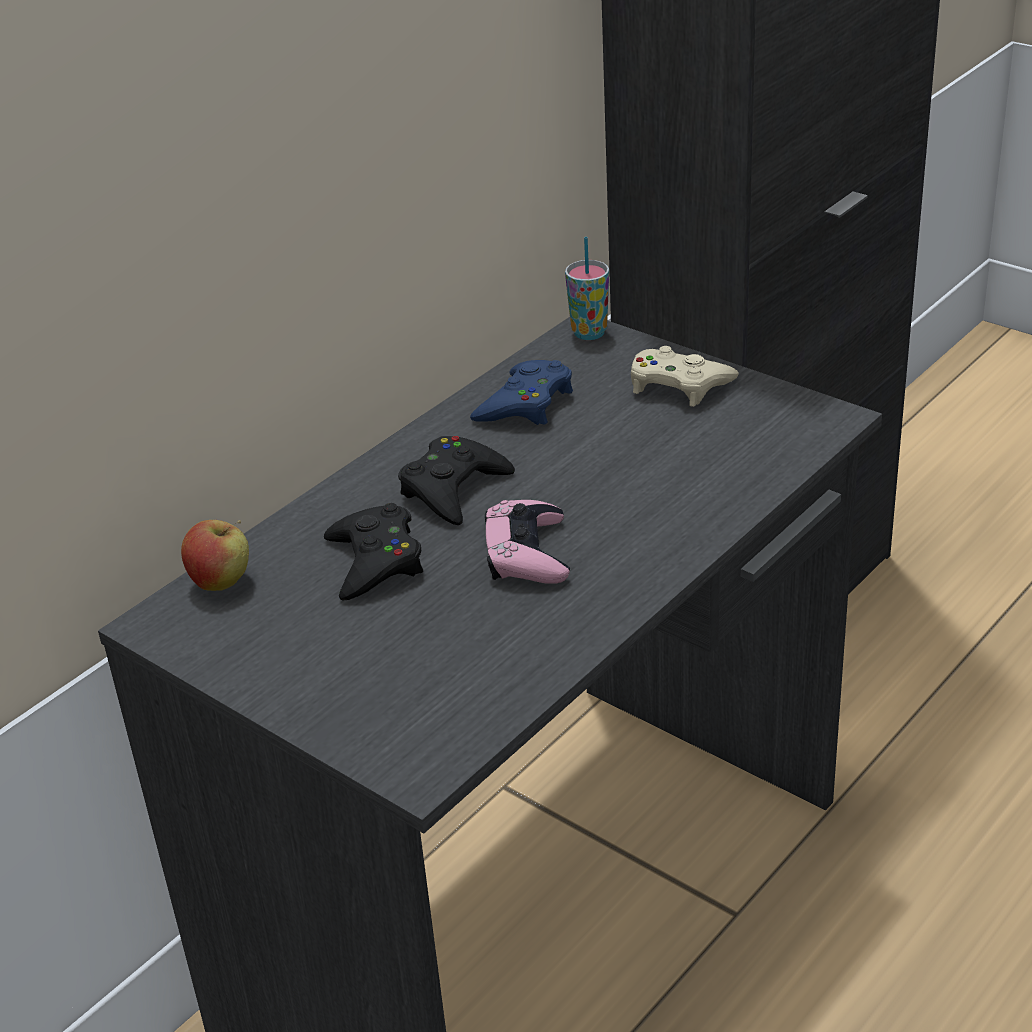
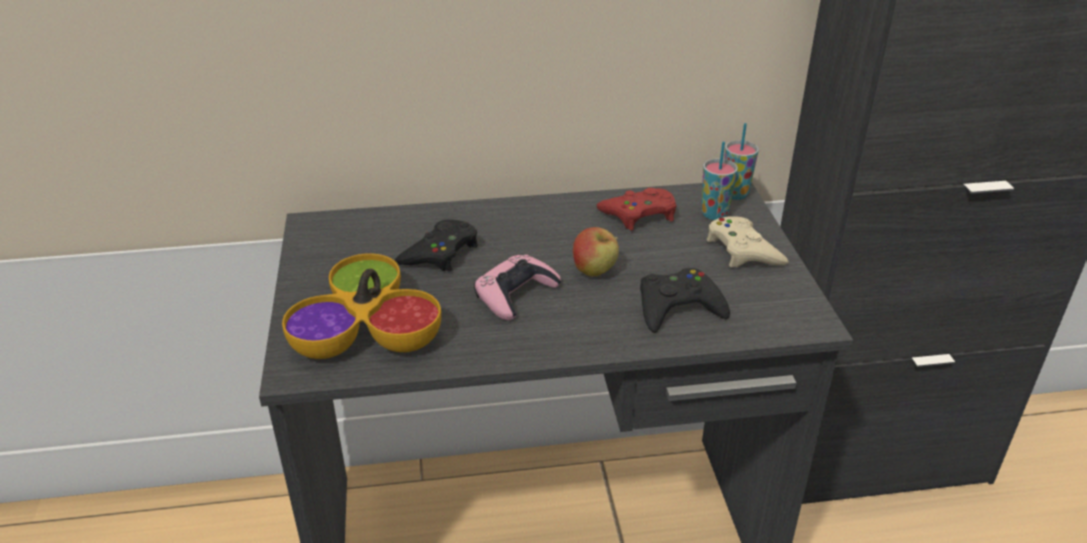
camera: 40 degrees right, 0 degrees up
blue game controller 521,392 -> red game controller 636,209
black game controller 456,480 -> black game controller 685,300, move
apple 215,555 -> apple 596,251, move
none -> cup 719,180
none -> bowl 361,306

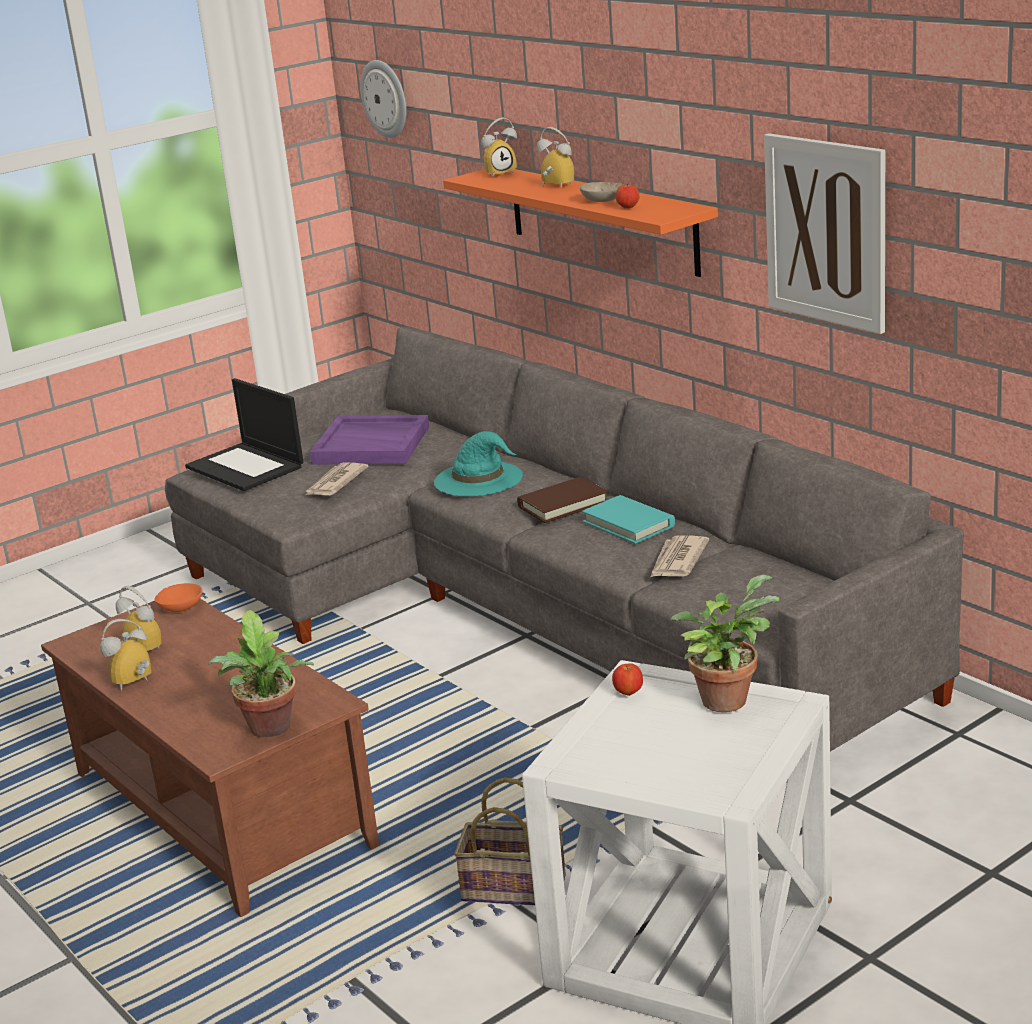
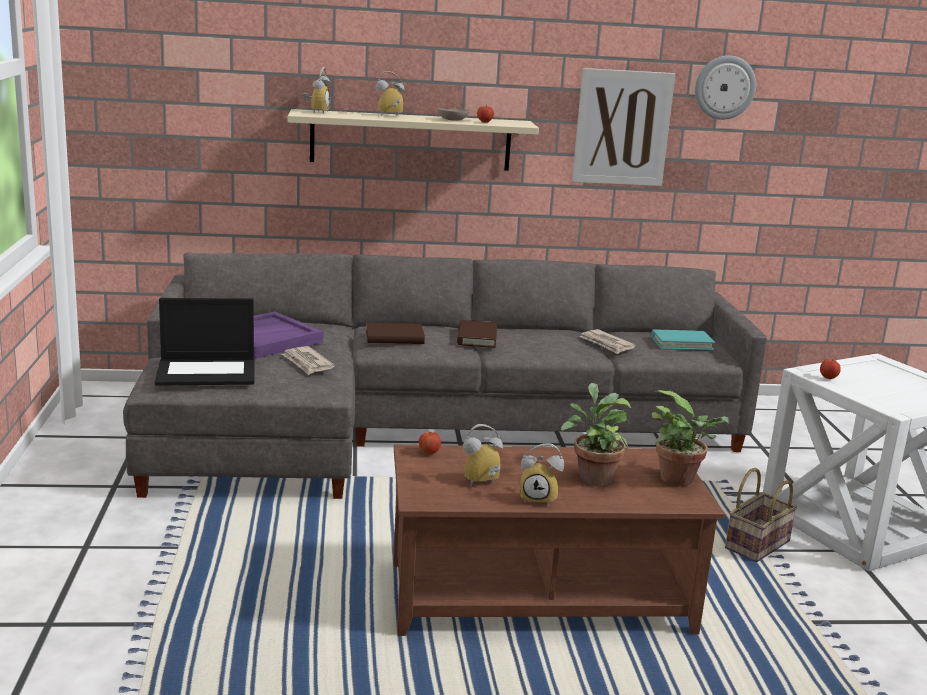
camera: 60 degrees left, 5 degrees down
wall clock 383,99 -> wall clock 725,87, move
orange shelf 580,223 -> beige shelf 413,140
turquoise hat 478,463 -> brown book 395,333
turquoise book 628,519 -> turquoise book 683,339, move
potted plant 724,643 -> potted plant 596,434, move
orange bowl 178,597 -> apple 430,442
alarm clock 126,655 -> alarm clock 542,474, 75 degrees counterclockwise

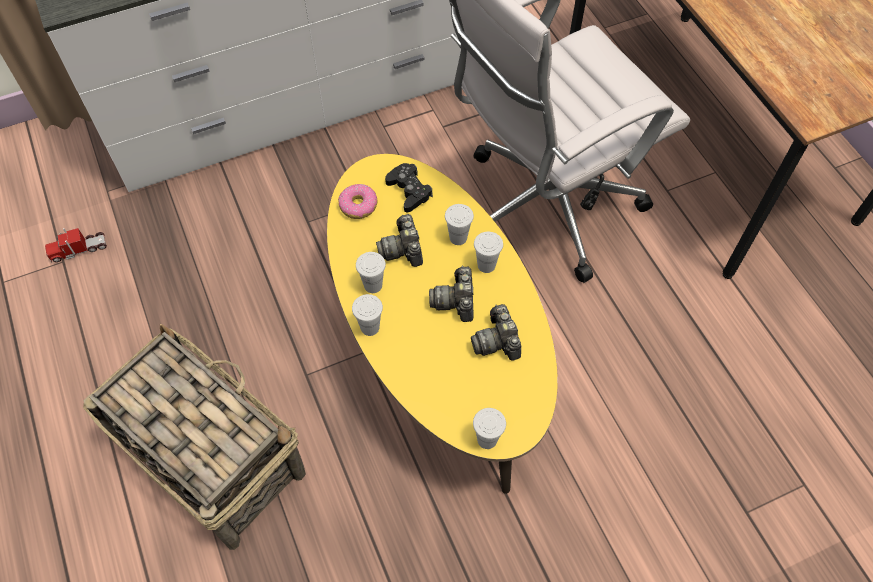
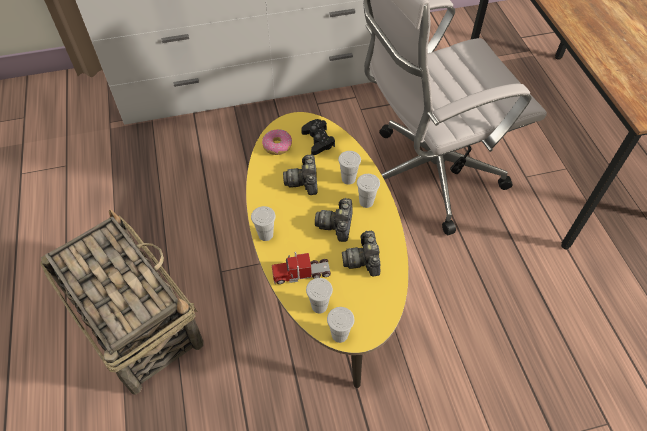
camera: 10 degrees right, 5 degrees down
toy truck 76,245 -> toy truck 301,268, move
white cup 371,272 -> white cup 319,295, move

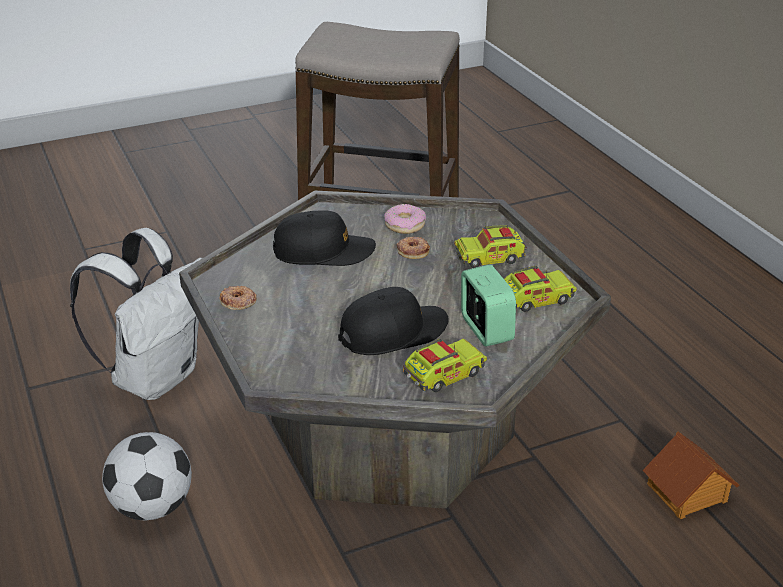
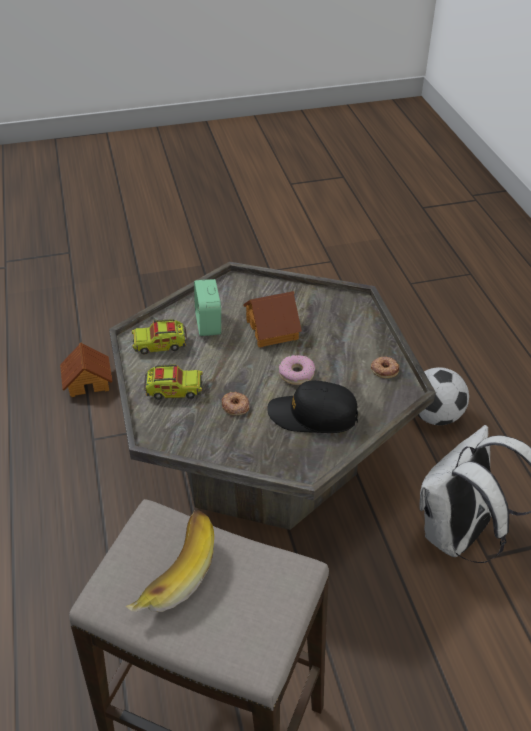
camera: 170 degrees left, 10 degrees up
donut 405,219 -> donut 297,370, move
black cap 393,321 -> toy house 272,319
toy truck 445,365 -> none
none -> banana 170,561

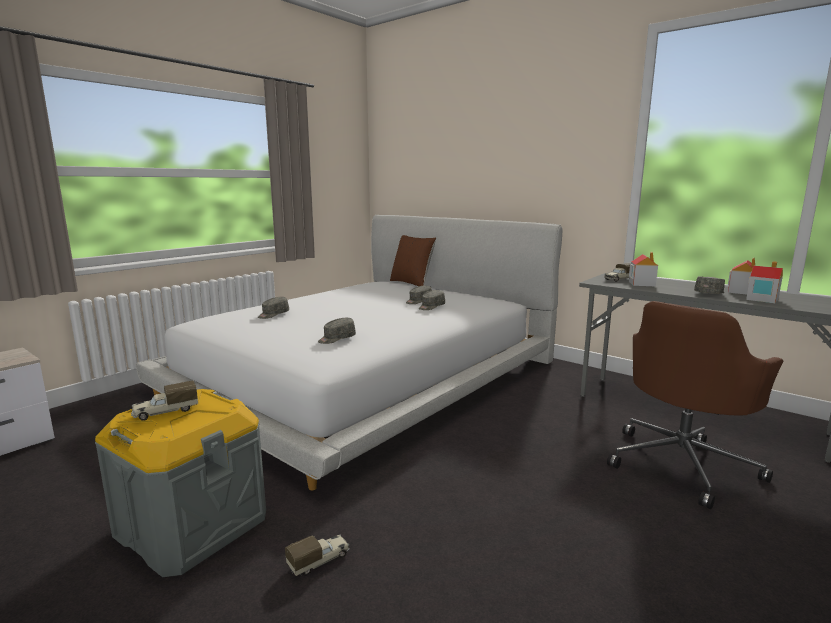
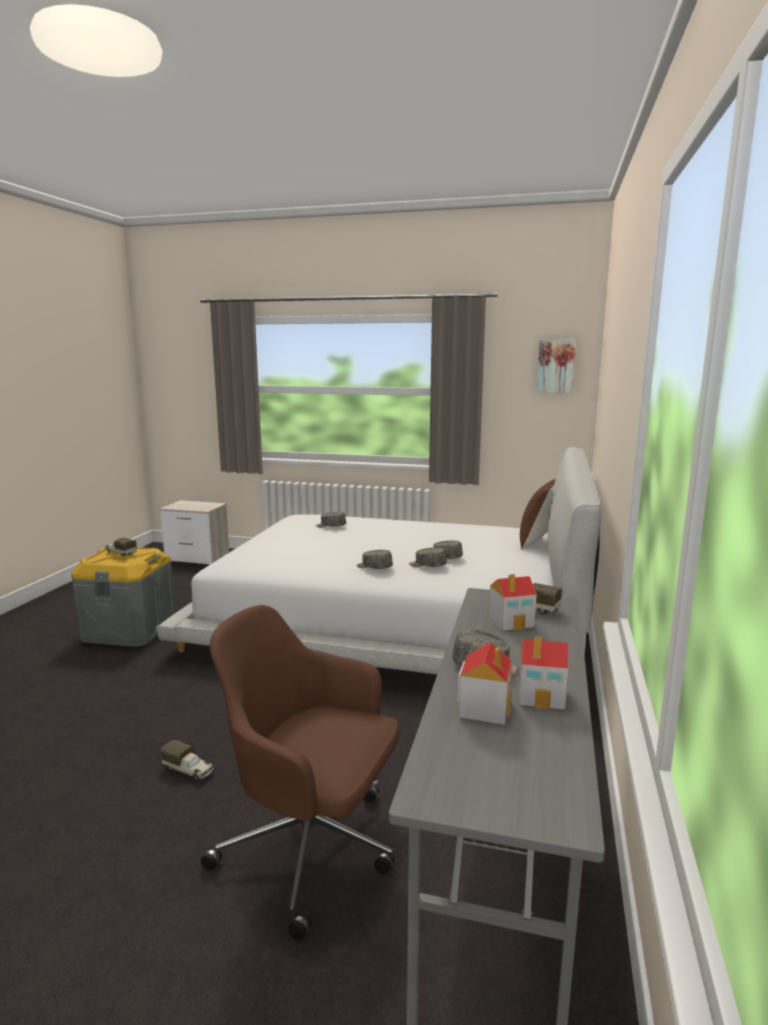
camera: 65 degrees right, 0 degrees up
grey cap 337,331 -> grey cap 375,559, move
toy truck 317,555 -> toy truck 187,760, move
none -> picture 556,366

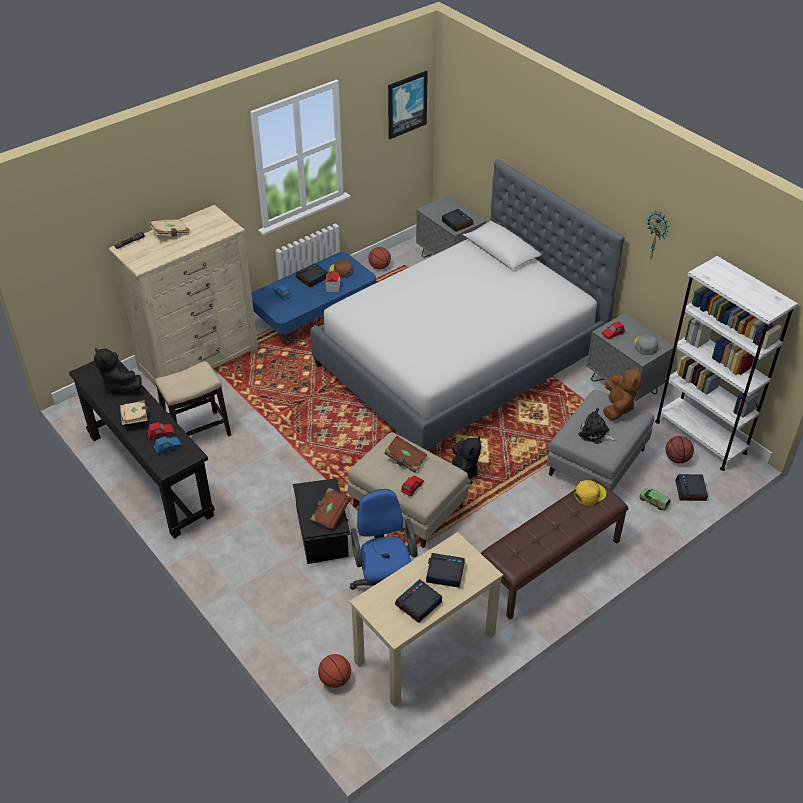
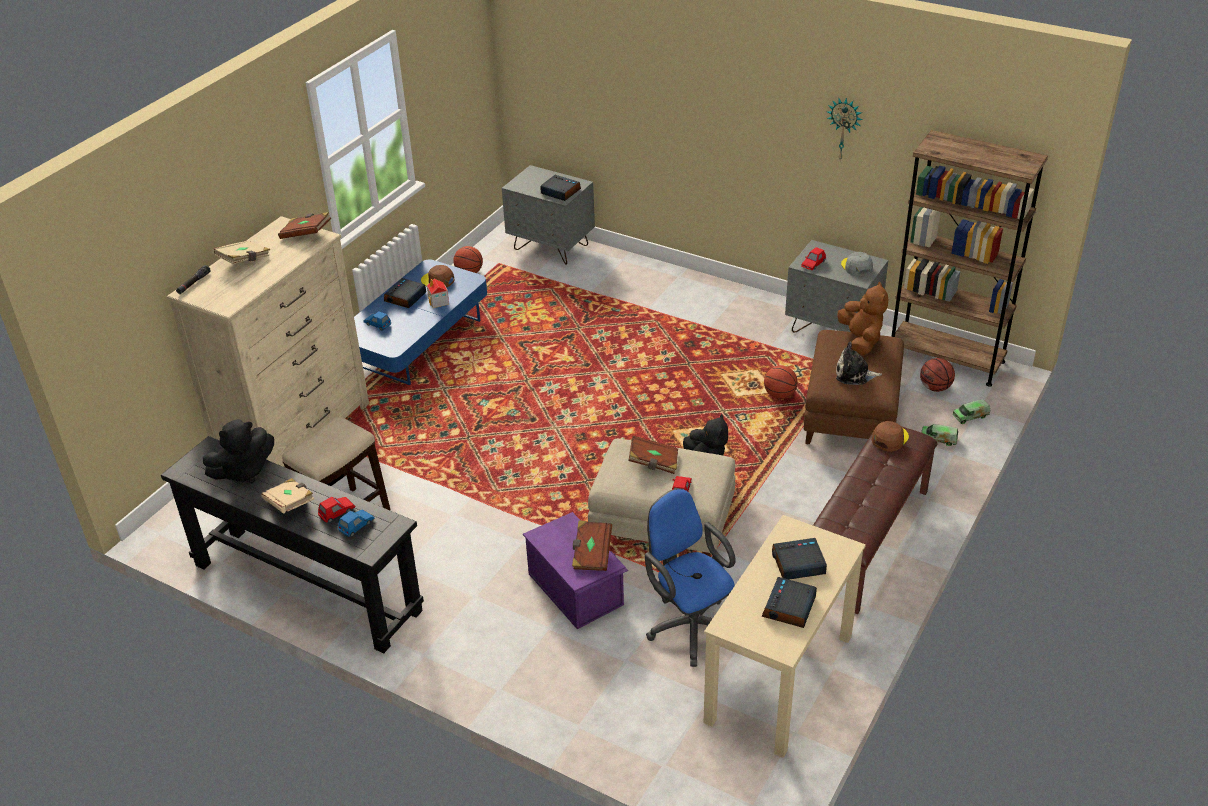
camera: 20 degrees left, 5 degrees down
picture 408,104 -> none
bed 467,305 -> none
white bookcase 726,363 -> brown bookcase 969,258
black plush toy 118,370 -> black plush toy 238,451, 60 degrees counterclockwise
grey ottoman 600,440 -> brown ottoman 854,387
alarm clock 691,487 -> toy truck 971,411
black storage box 322,521 -> purple storage box 575,570
yellow cap 590,492 -> brown cap 890,436
basketball 334,671 -> basketball 781,382, move
none -> brown book 304,225

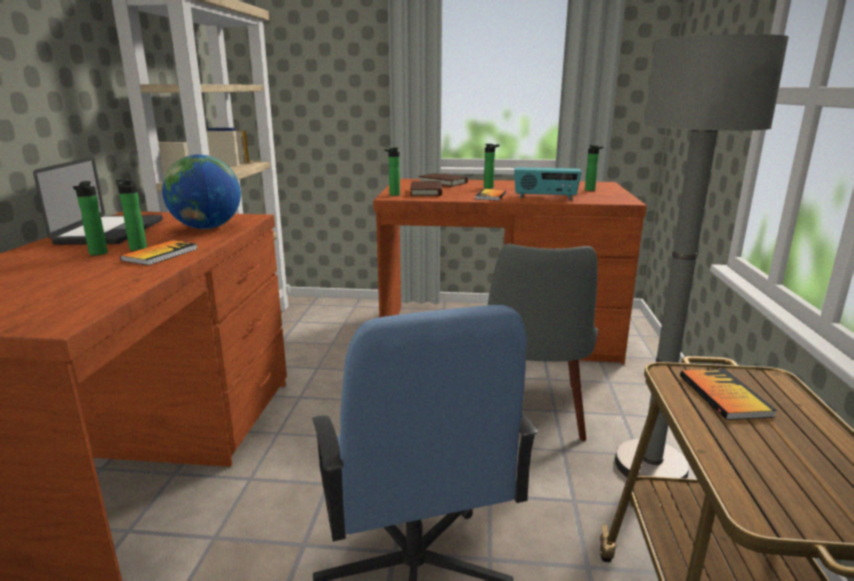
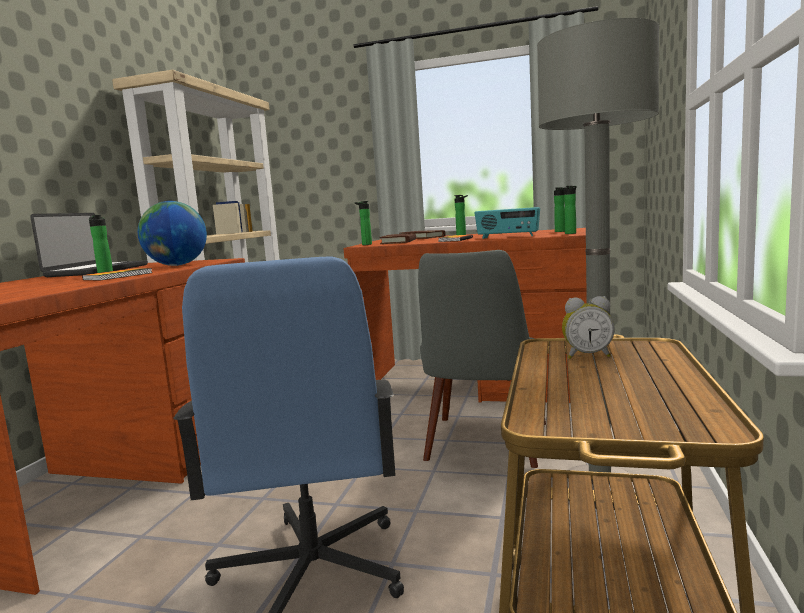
camera: 10 degrees right, 10 degrees down
bottle 90,218 -> bottle 570,209, move
book 728,394 -> alarm clock 588,327

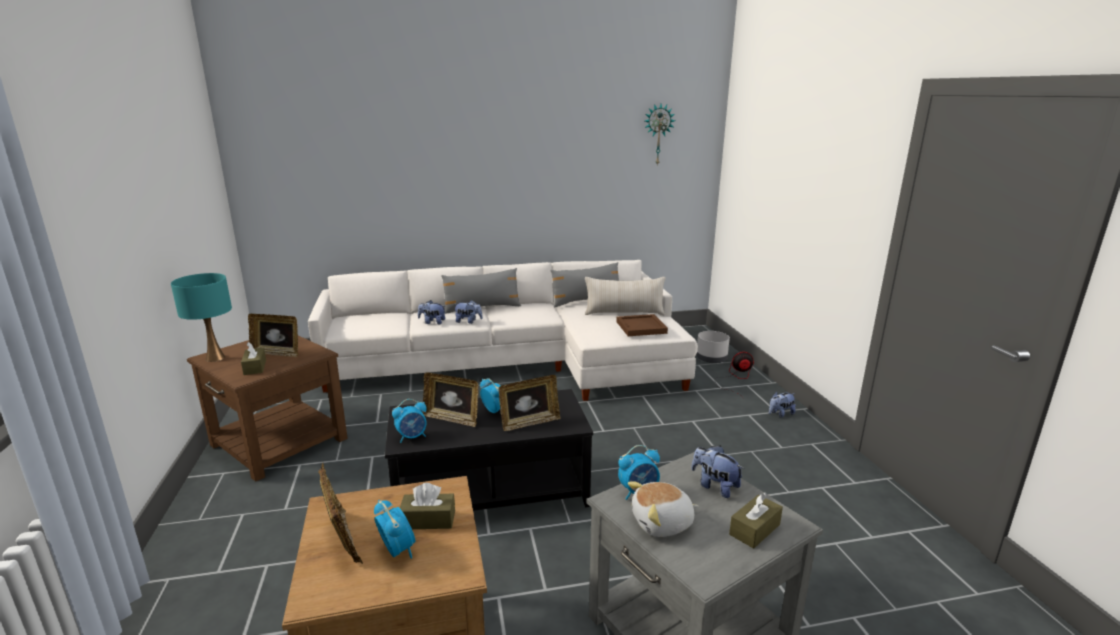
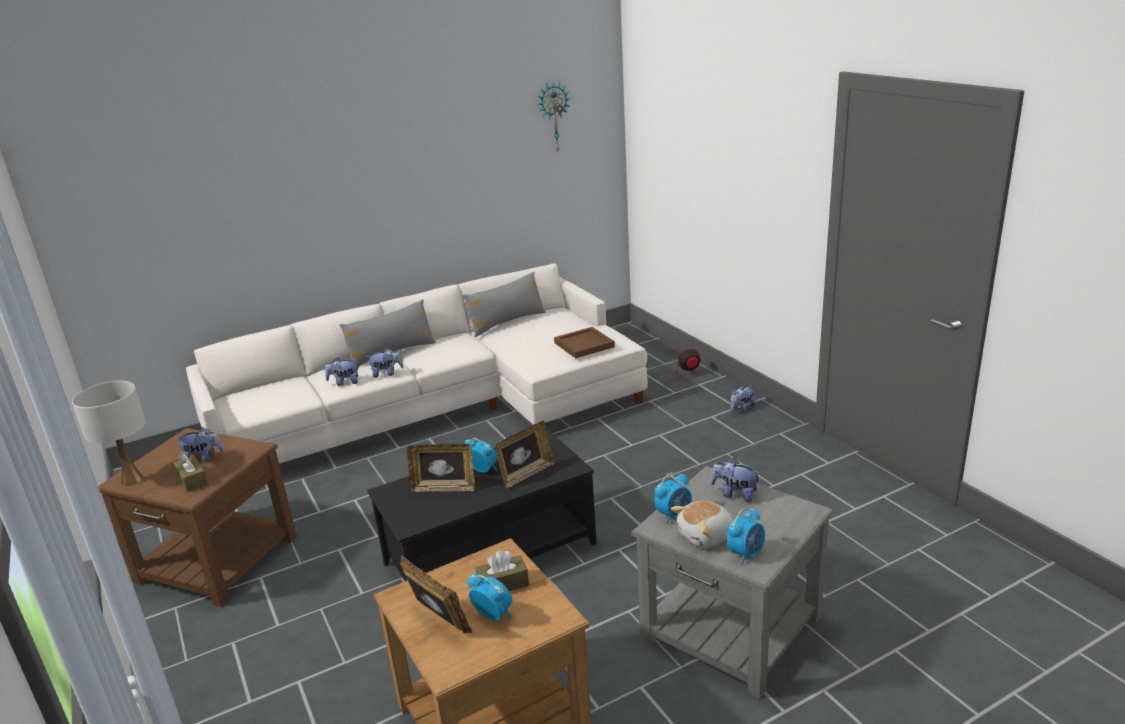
camera: 15 degrees left, 5 degrees up
turquoise table lamp 201,317 -> white table lamp 109,433
beige pillow 625,296 -> none
picture frame 273,335 -> plush toy 200,444
grey planter 713,347 -> none
alarm clock 409,421 -> alarm clock 746,536, move
brown tissue box 756,520 -> none

